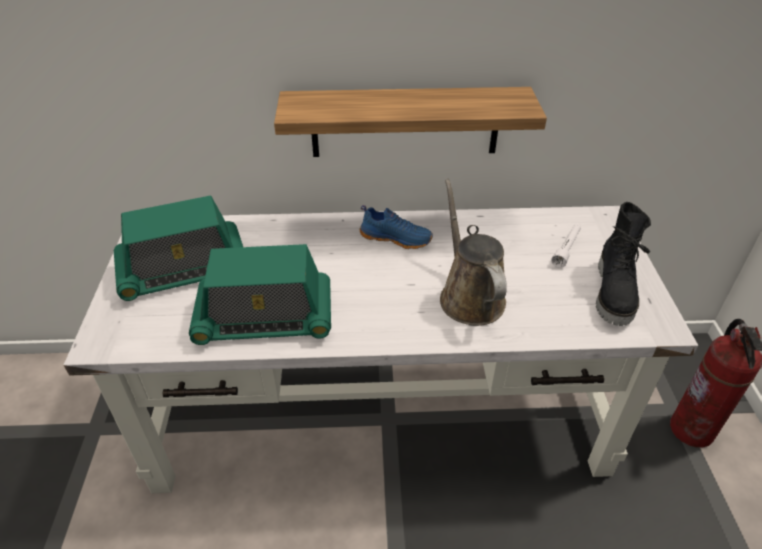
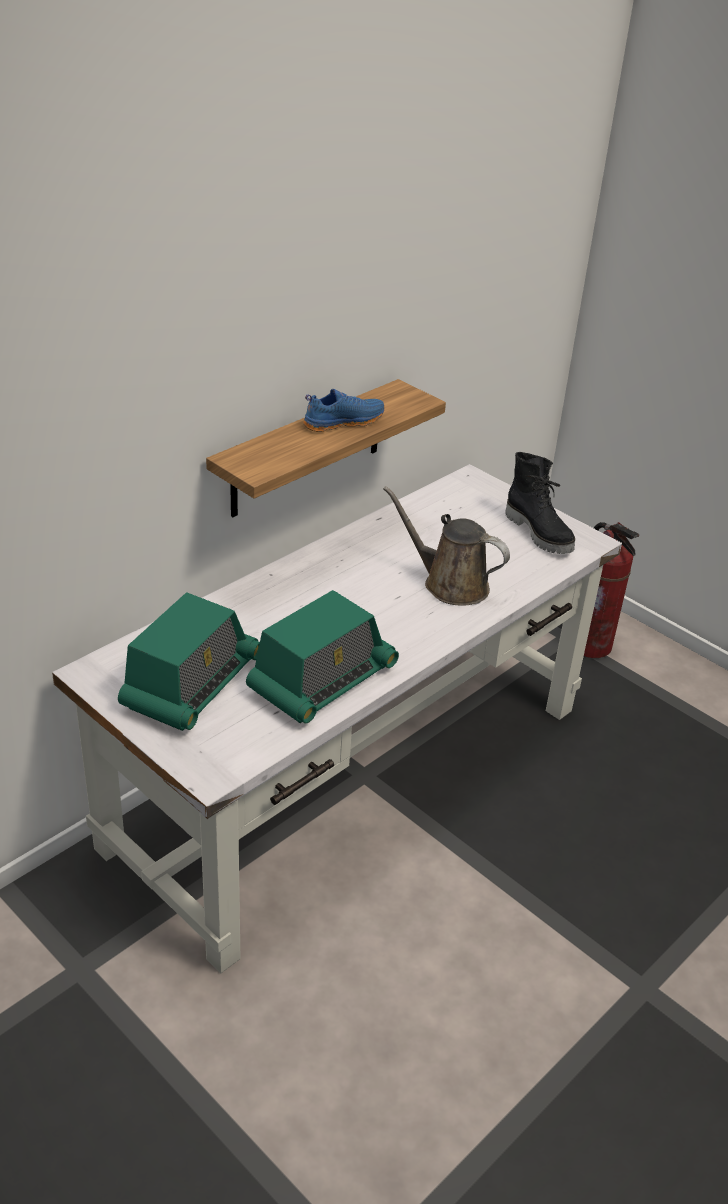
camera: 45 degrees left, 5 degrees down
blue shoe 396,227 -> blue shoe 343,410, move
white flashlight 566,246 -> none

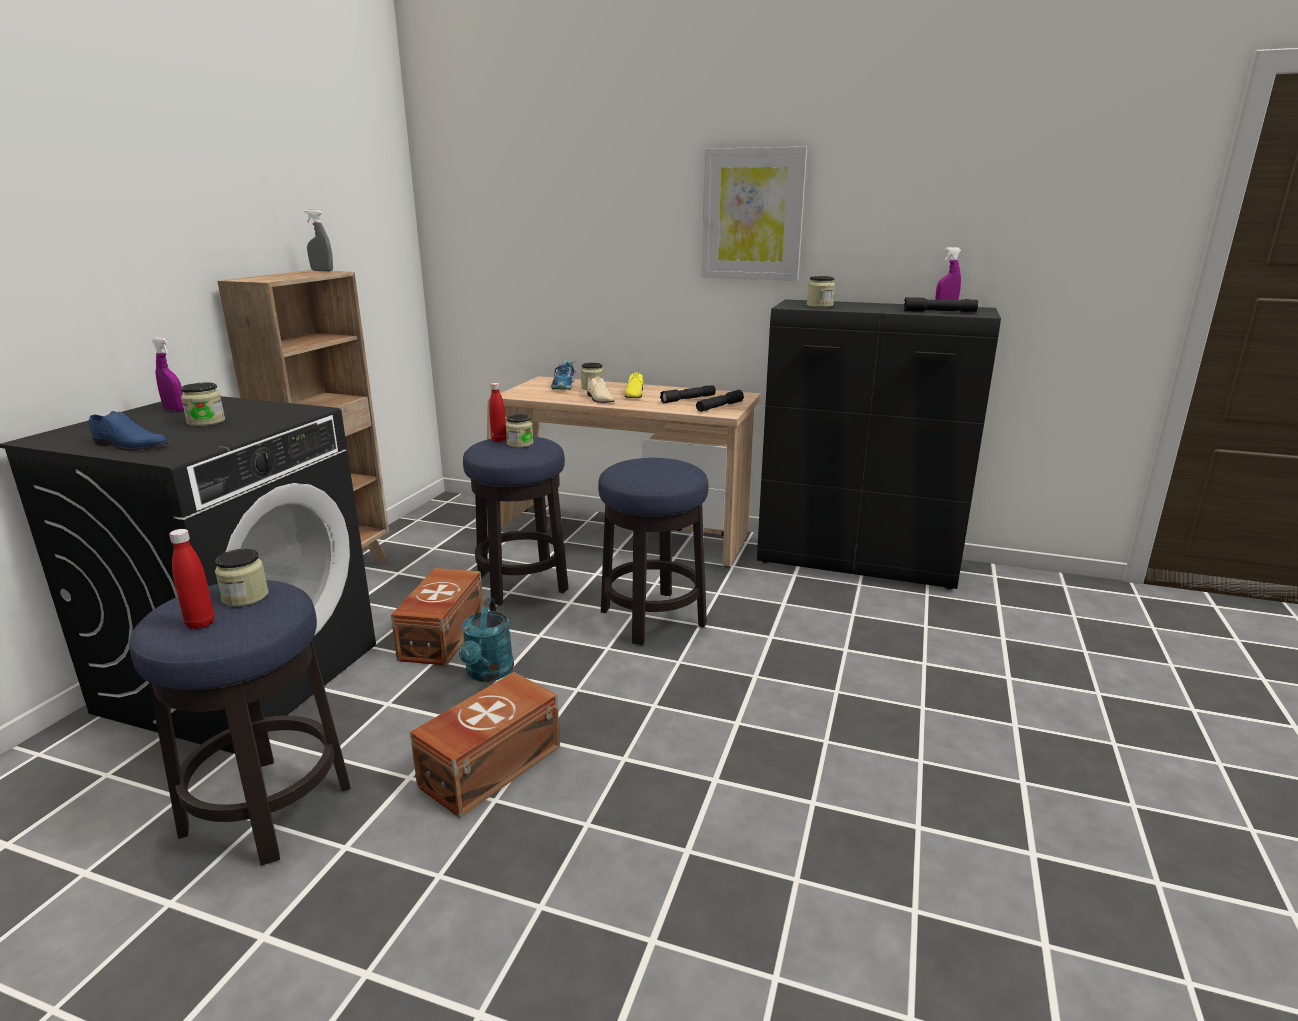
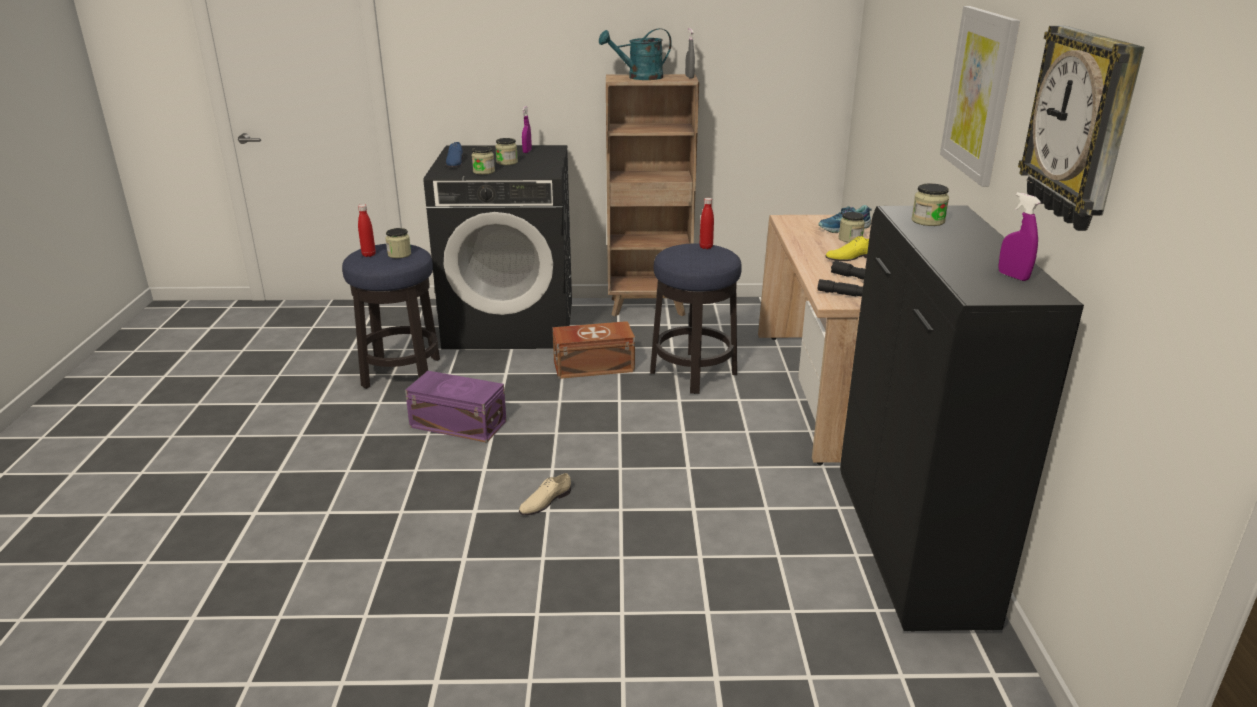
camera: 70 degrees right, 5 degrees up
black flashlight 941,304 -> none
beige shoe 601,389 -> beige shoe 545,494, move
jar 519,431 -> jar 483,160, move
stool 653,551 -> none
turquoise watering can 486,640 -> turquoise watering can 635,54, move
brown storage box 485,745 -> purple storage box 456,407
none -> wall clock 1081,128

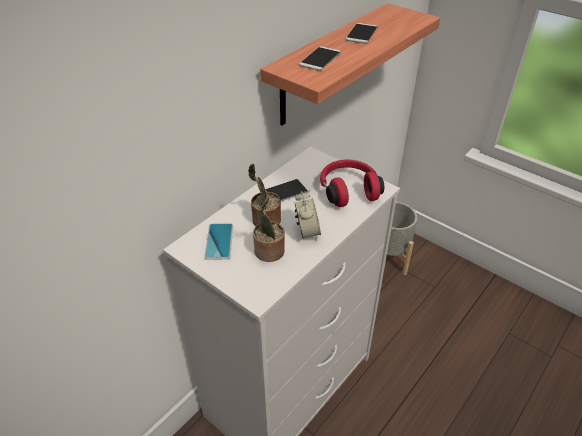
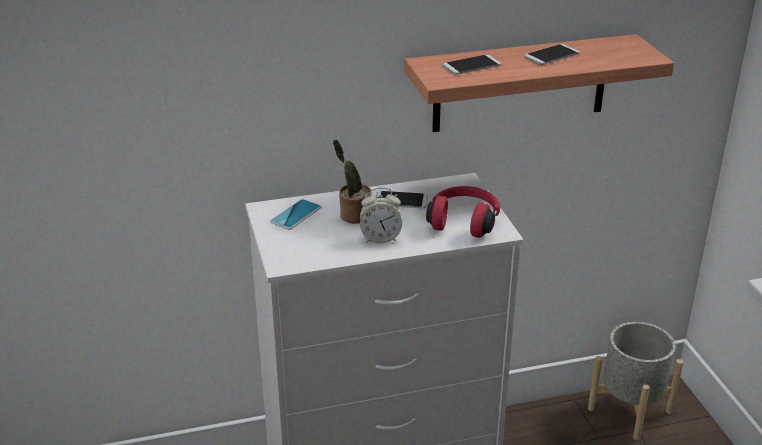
camera: 35 degrees right, 10 degrees down
alarm clock 308,216 -> alarm clock 381,215, 60 degrees clockwise
potted plant 269,229 -> none

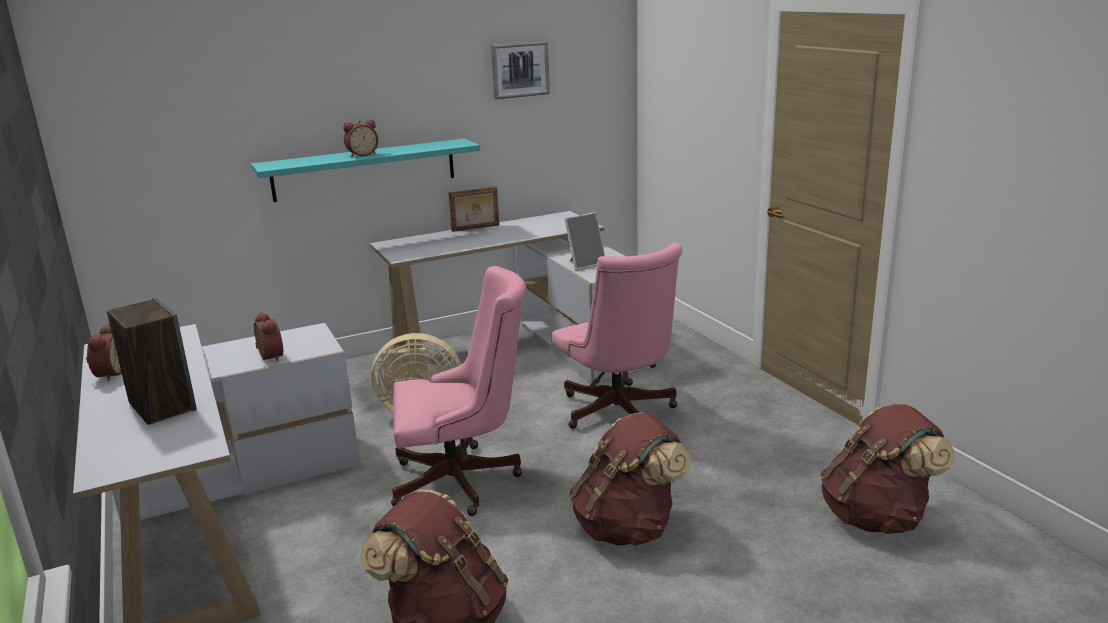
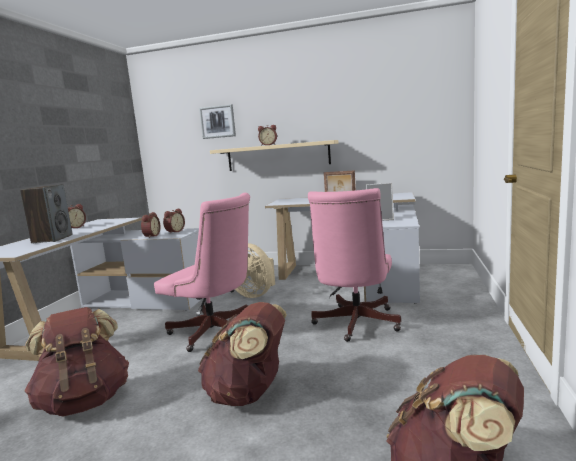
camera: 40 degrees right, 10 degrees down
picture 520,70 -> picture 217,121, move
turquoise shelf 365,170 -> beige shelf 274,155
none -> alarm clock 174,221

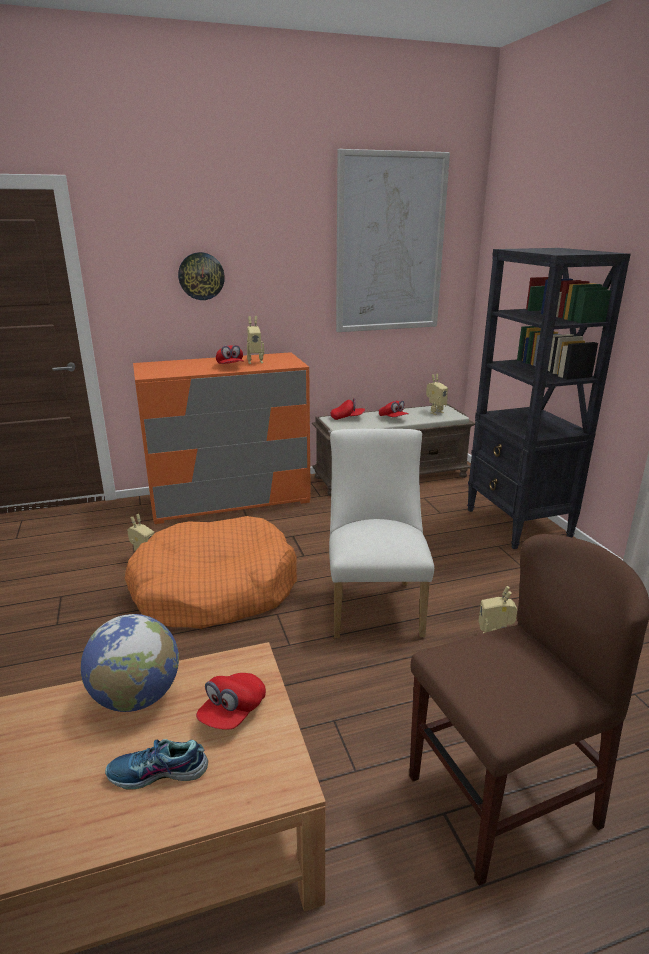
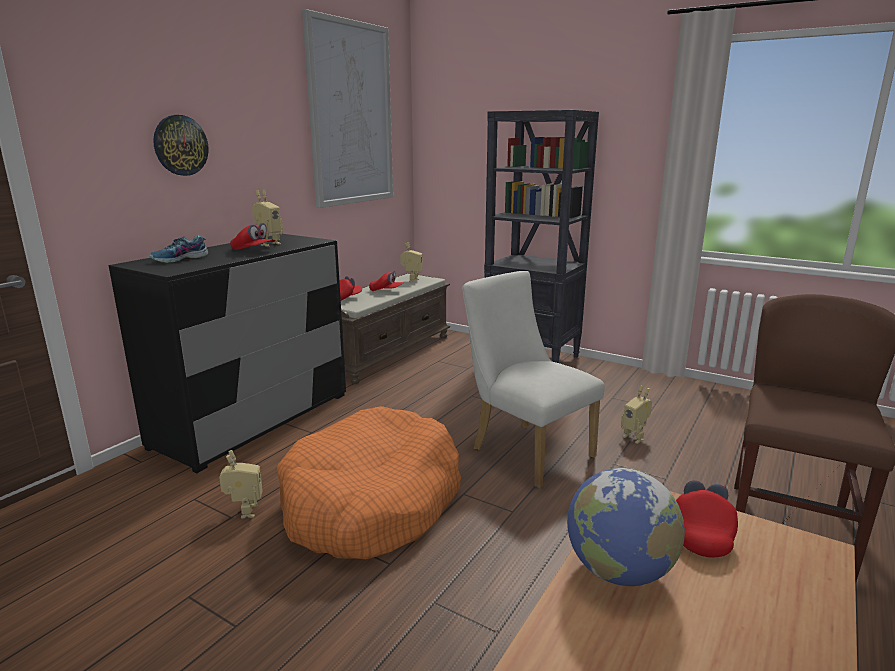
camera: 40 degrees left, 5 degrees down
orange dresser 222,438 -> black dresser 227,353
red cap 231,701 -> red cap 707,518, 150 degrees counterclockwise
shoe 156,764 -> shoe 179,249, move

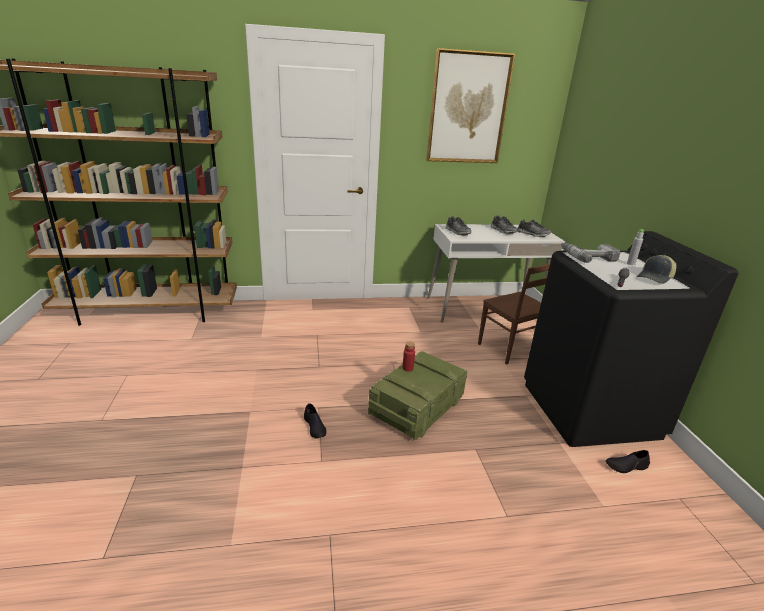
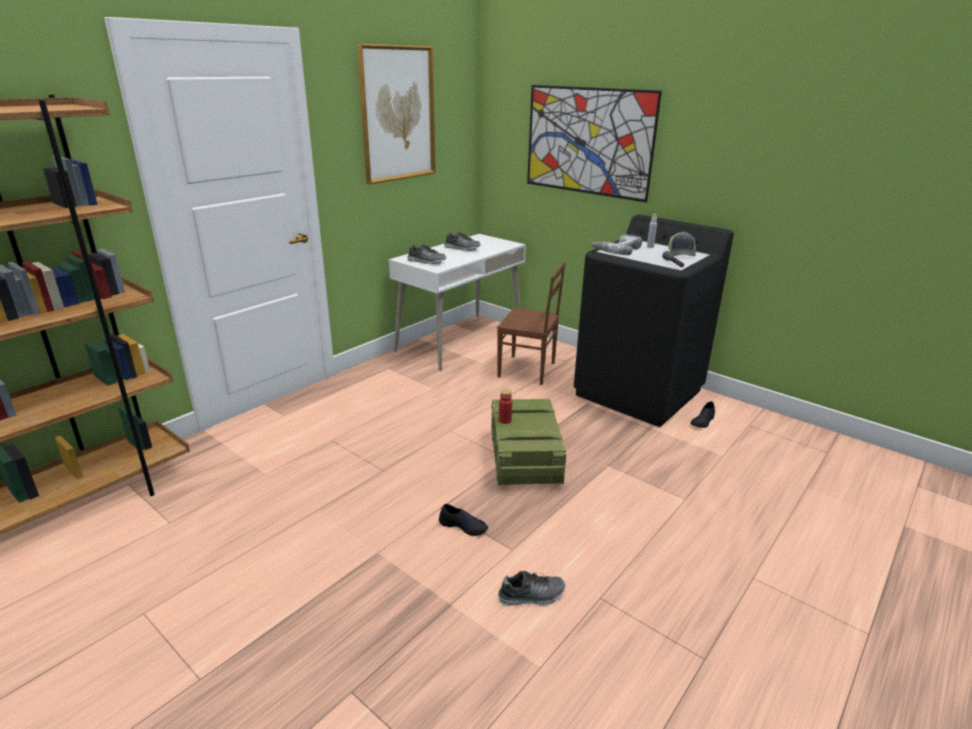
camera: 40 degrees left, 0 degrees up
shoe 534,228 -> shoe 531,588, move
none -> picture 594,143

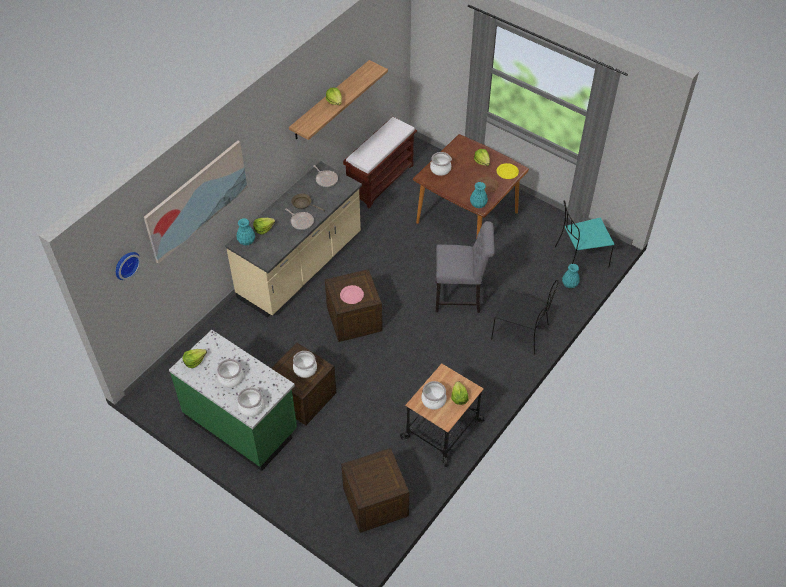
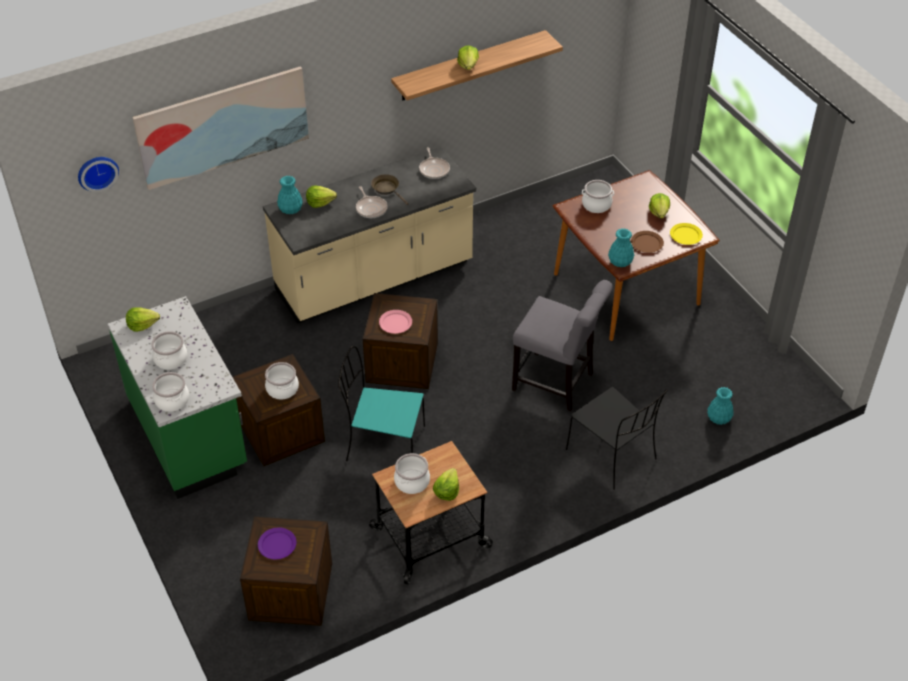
camera: 25 degrees right, 5 degrees down
brown bench 380,162 -> none
turquoise chair 584,233 -> turquoise chair 381,403, move
none -> purple plate 277,543

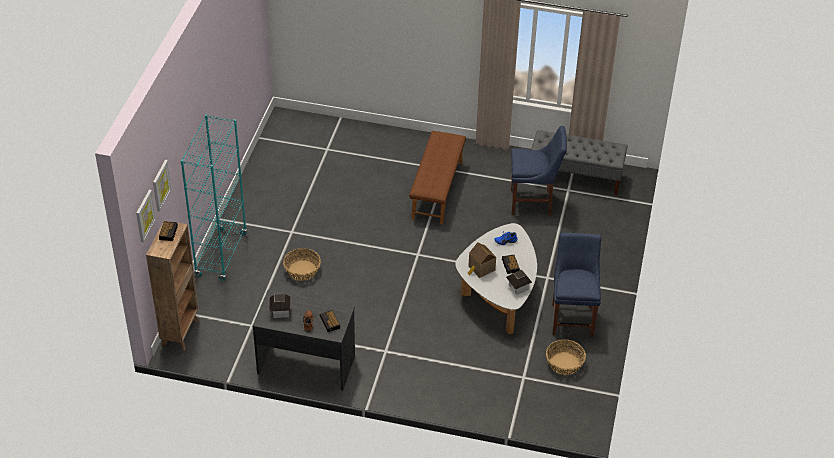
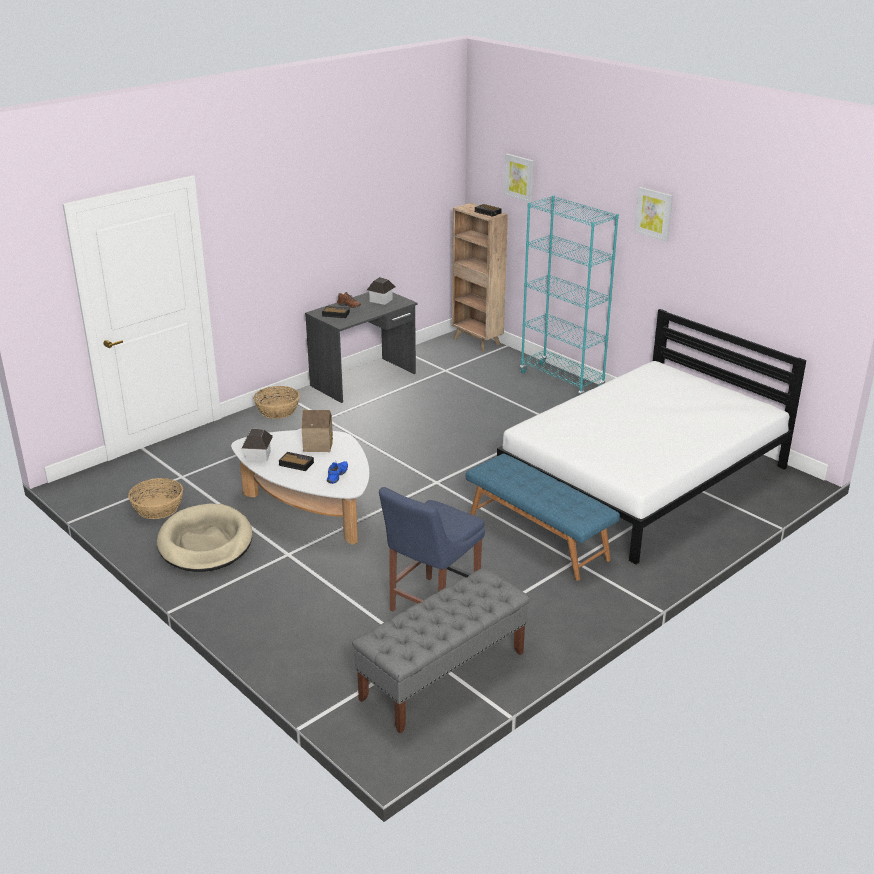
camera: 125 degrees right, 15 degrees down
brown bench 437,178 -> blue bench 542,517
picture 146,216 -> picture 653,214, move
blue chair 576,285 -> beige dog bed 204,537
basket 302,264 -> basket 276,402, move
none -> white bed 651,437

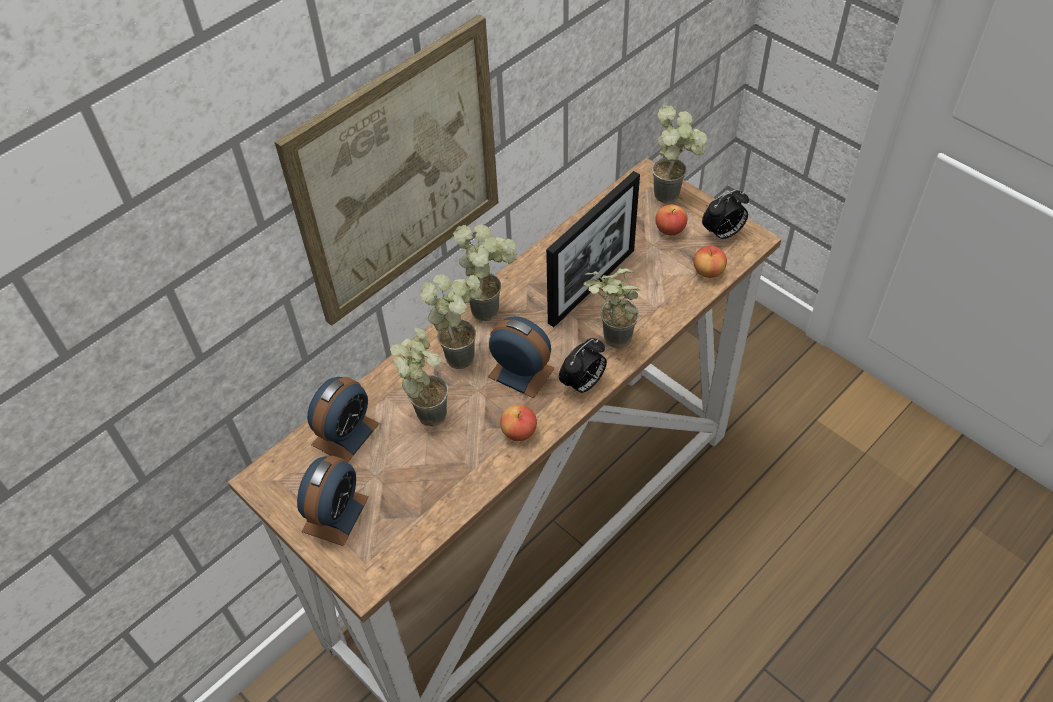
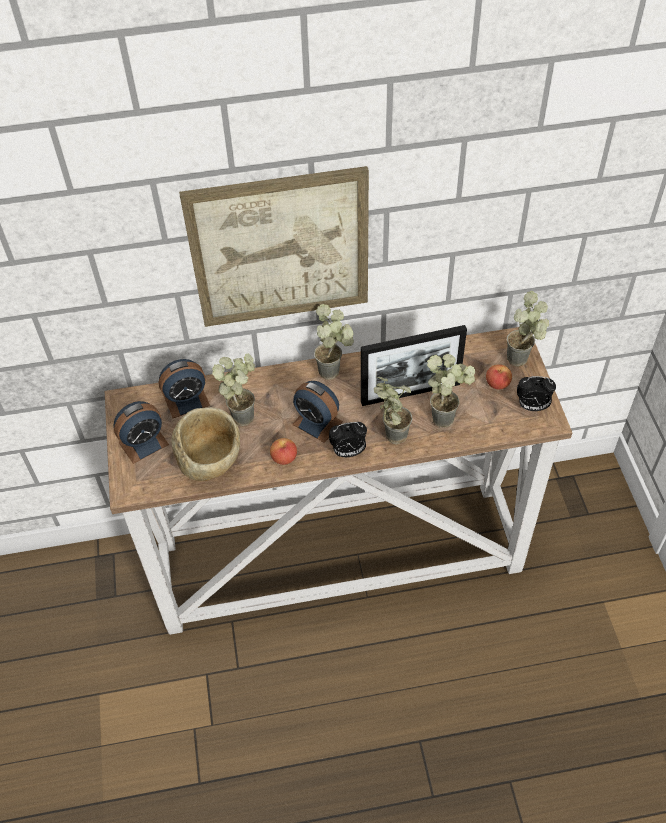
camera: 35 degrees right, 0 degrees up
apple 710,262 -> none
potted plant 450,321 -> potted plant 451,390, move
alarm clock 521,357 -> alarm clock 317,412, 150 degrees clockwise
none -> beige bowl 205,444

